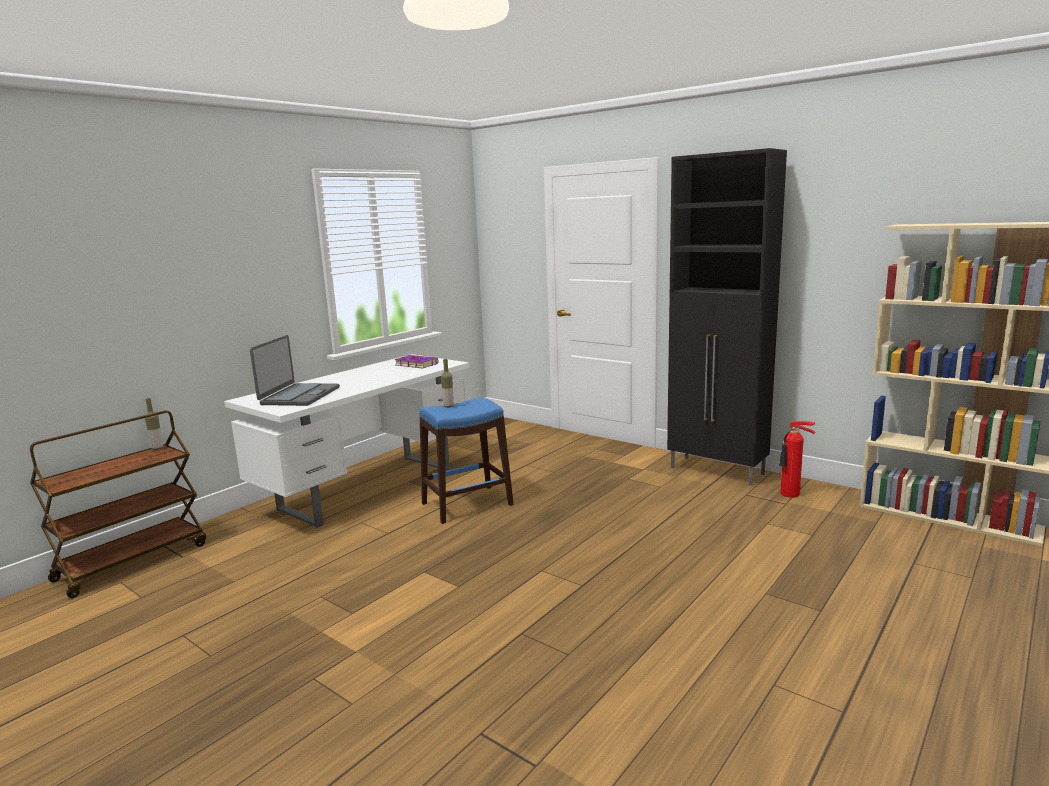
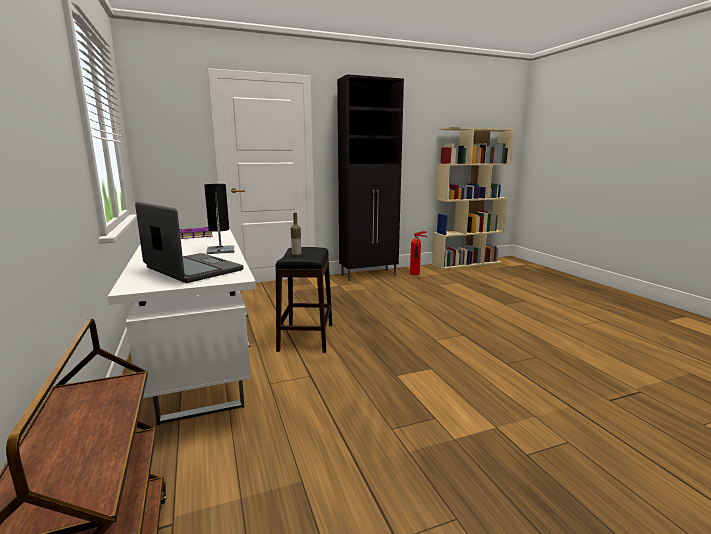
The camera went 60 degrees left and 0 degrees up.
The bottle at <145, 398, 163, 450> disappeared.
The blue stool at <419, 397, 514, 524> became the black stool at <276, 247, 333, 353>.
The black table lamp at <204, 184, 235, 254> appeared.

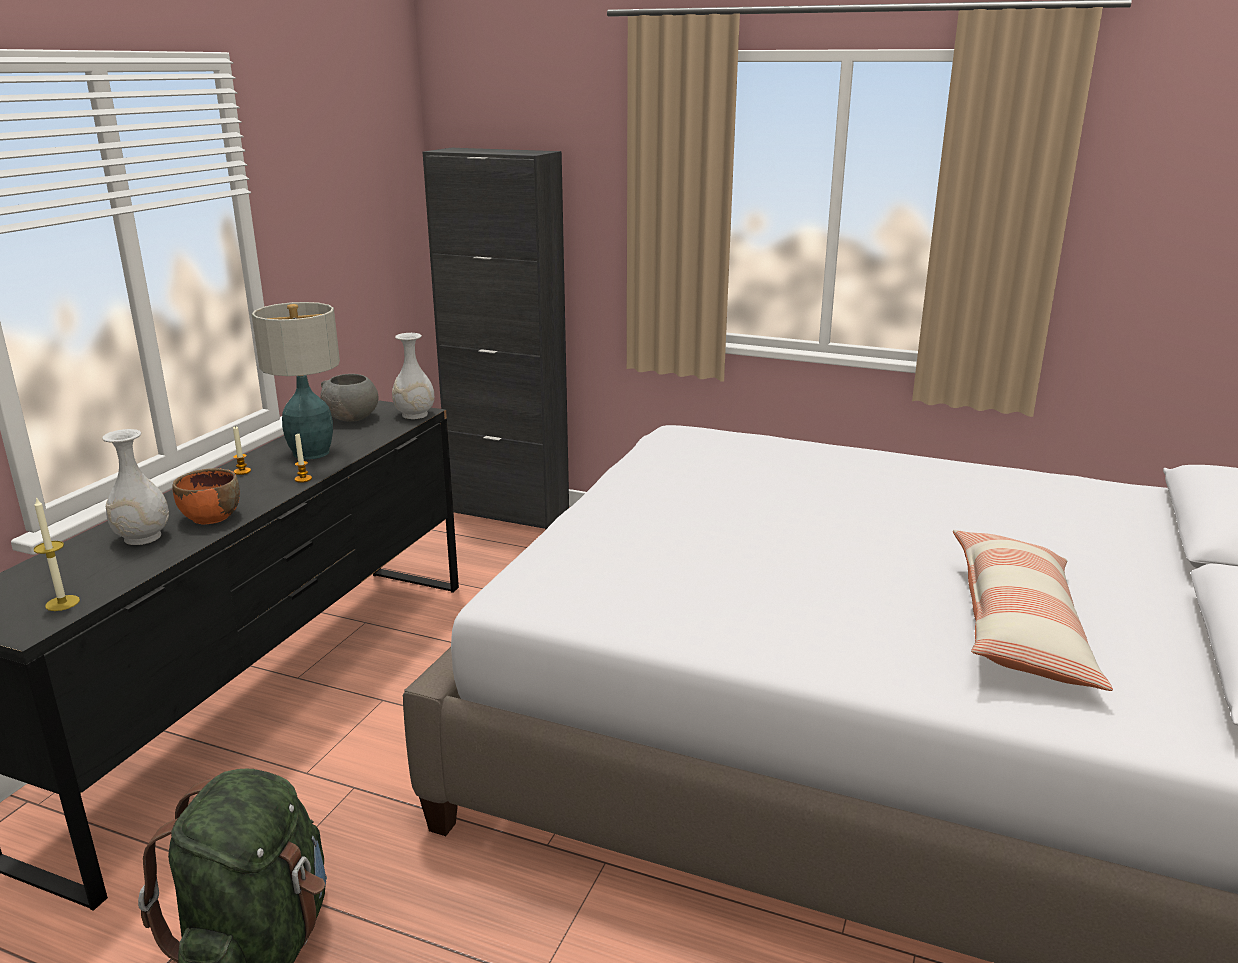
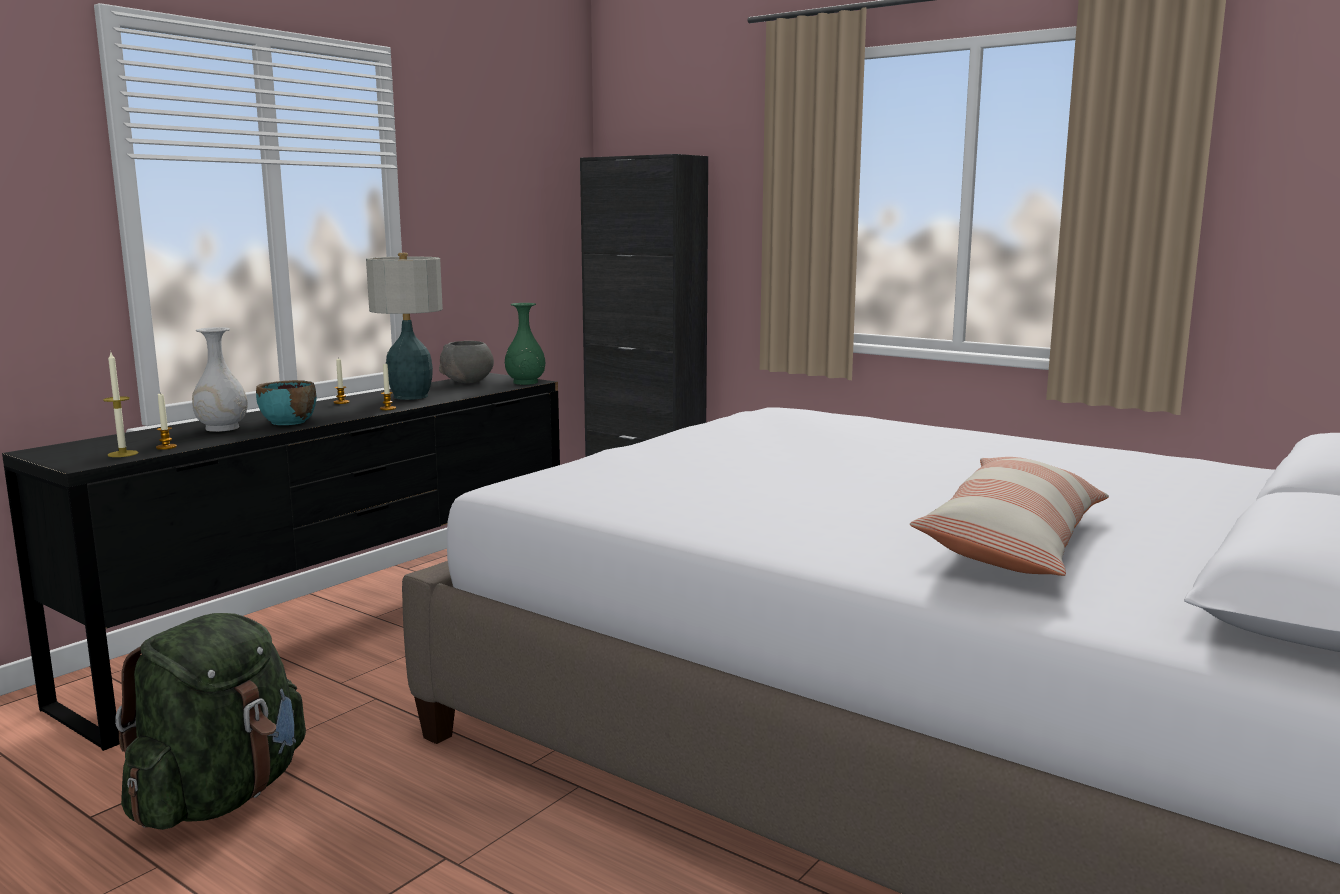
The camera went 15 degrees right and 10 degrees down.
The orange bowl at <172, 468, 240, 524> became the turquoise bowl at <256, 380, 317, 425>.
The white vase at <392, 333, 434, 419> became the green vase at <505, 303, 545, 385>.
The candle at <156, 392, 177, 450> appeared.

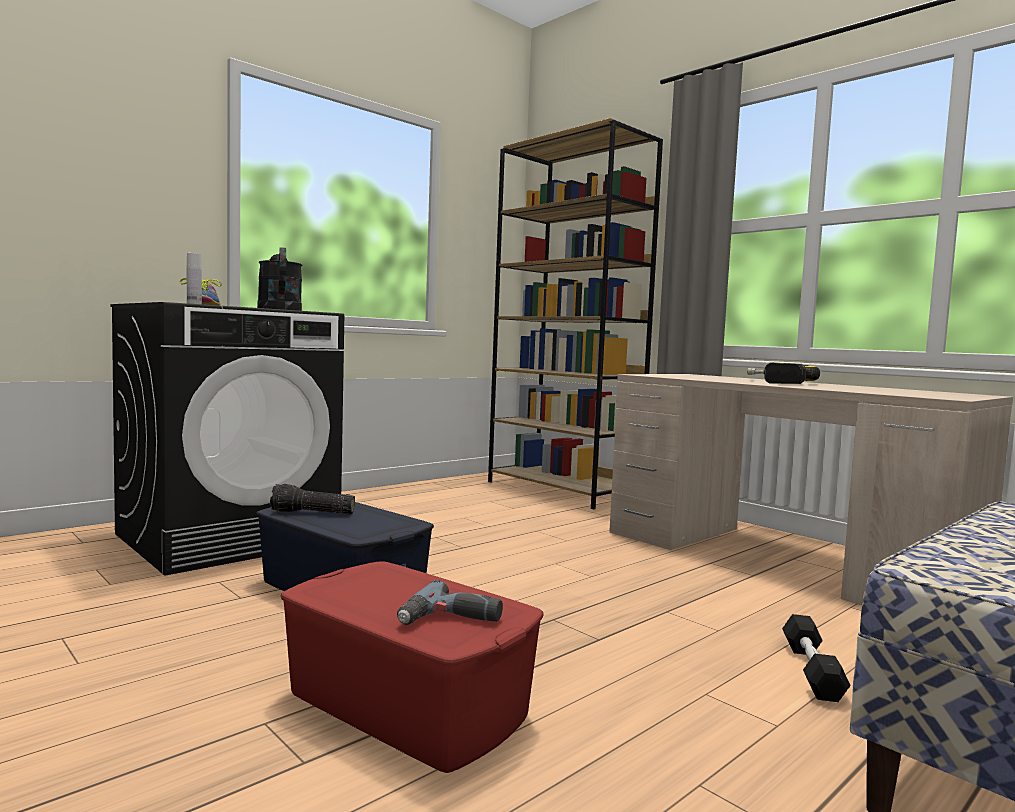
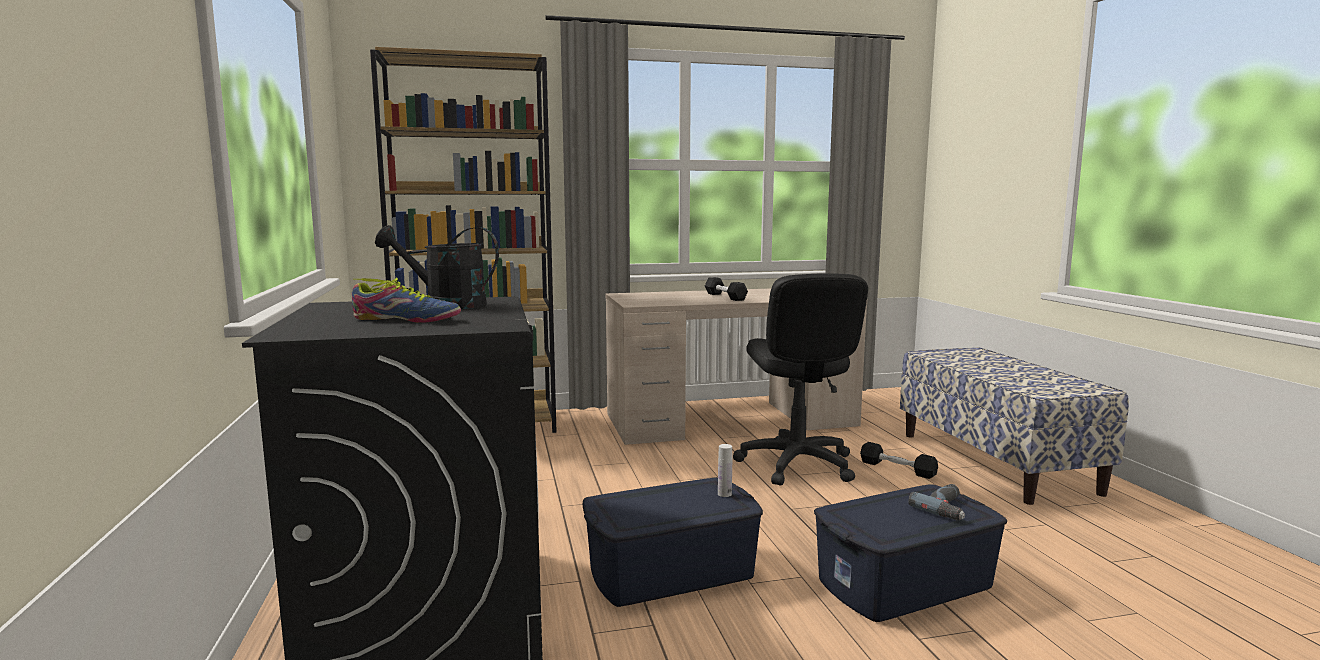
The camera went 60 degrees left and 5 degrees up.
The white bottle moved from <187, 253, 202, 304> to <718, 444, 732, 497>.
The flashlight at <270, 484, 355, 515> disappeared.
The red storage box at <281, 561, 544, 773> became the blue storage box at <814, 484, 1007, 622>.
The power drill at <747, 362, 820, 384> was replaced by the black dumbbell at <705, 277, 748, 301>.
The black office chair at <733, 273, 868, 486> appeared.

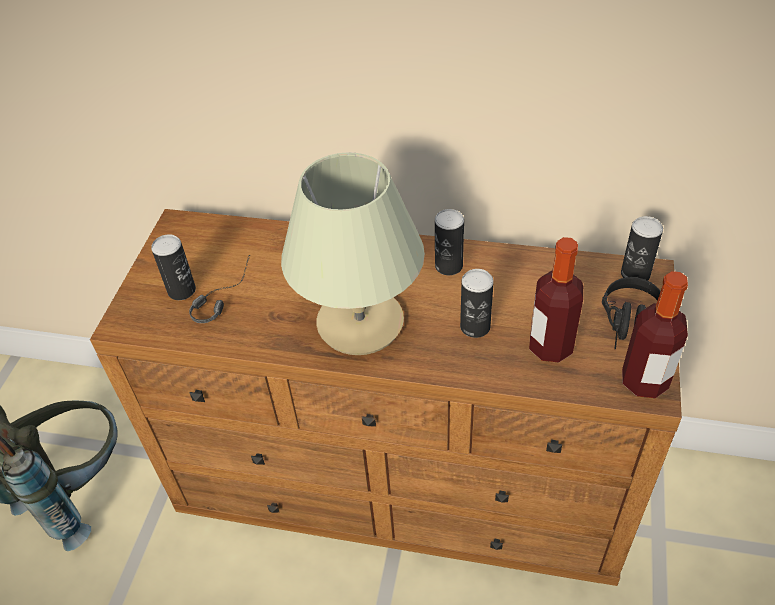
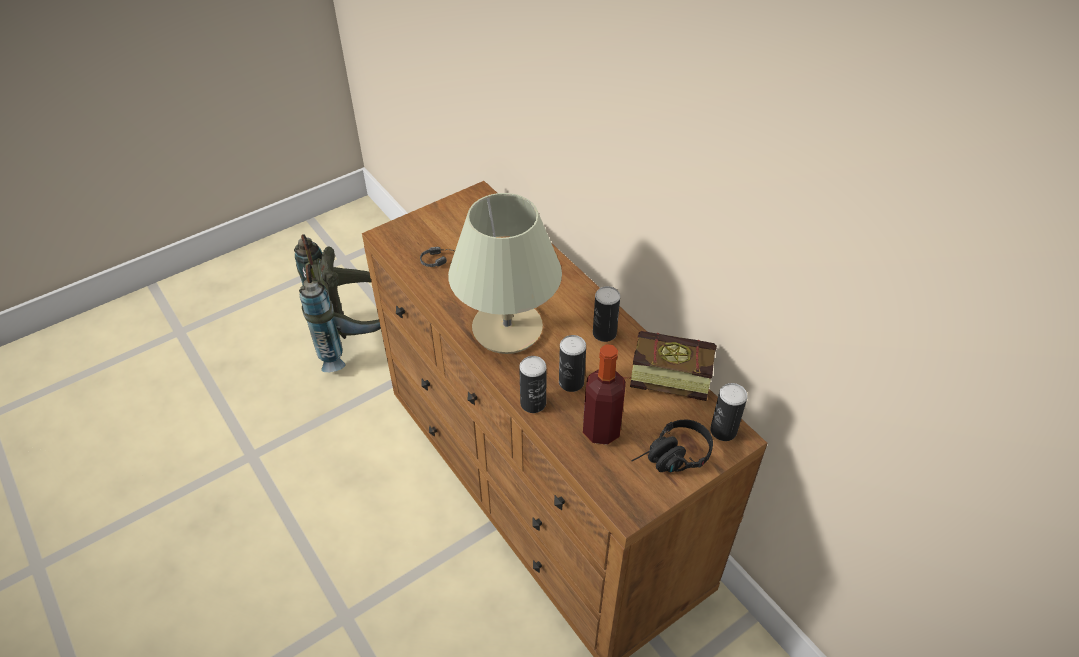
The camera went 40 degrees right and 0 degrees up.
The can moved from <151, 234, 196, 300> to <519, 356, 547, 413>.
The bottle at <622, 271, 688, 398> disappeared.
The book at <623, 331, 717, 401> appeared.

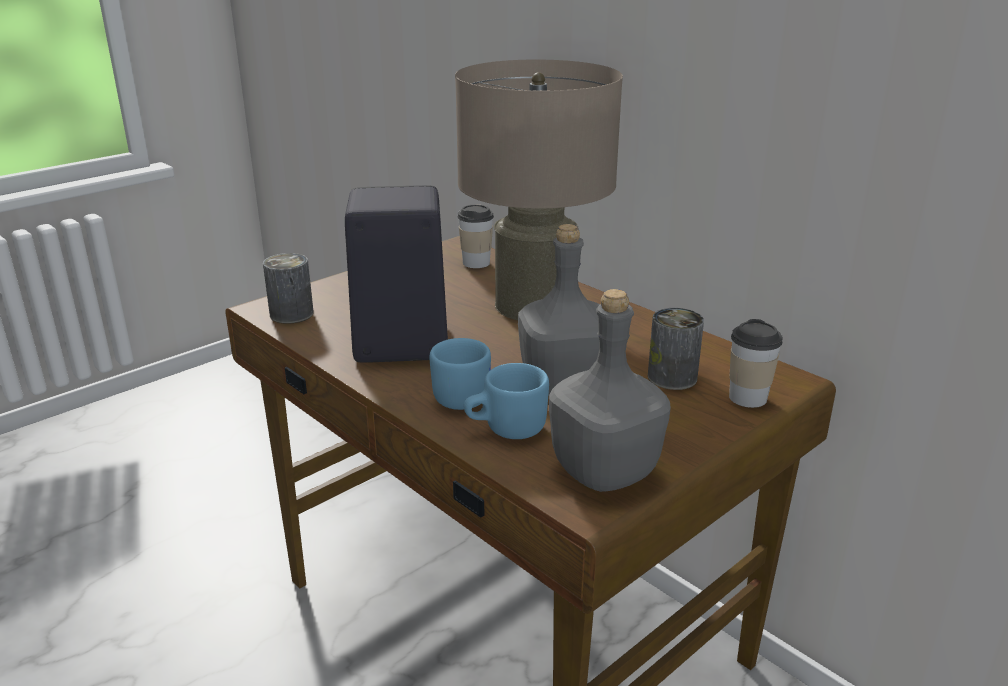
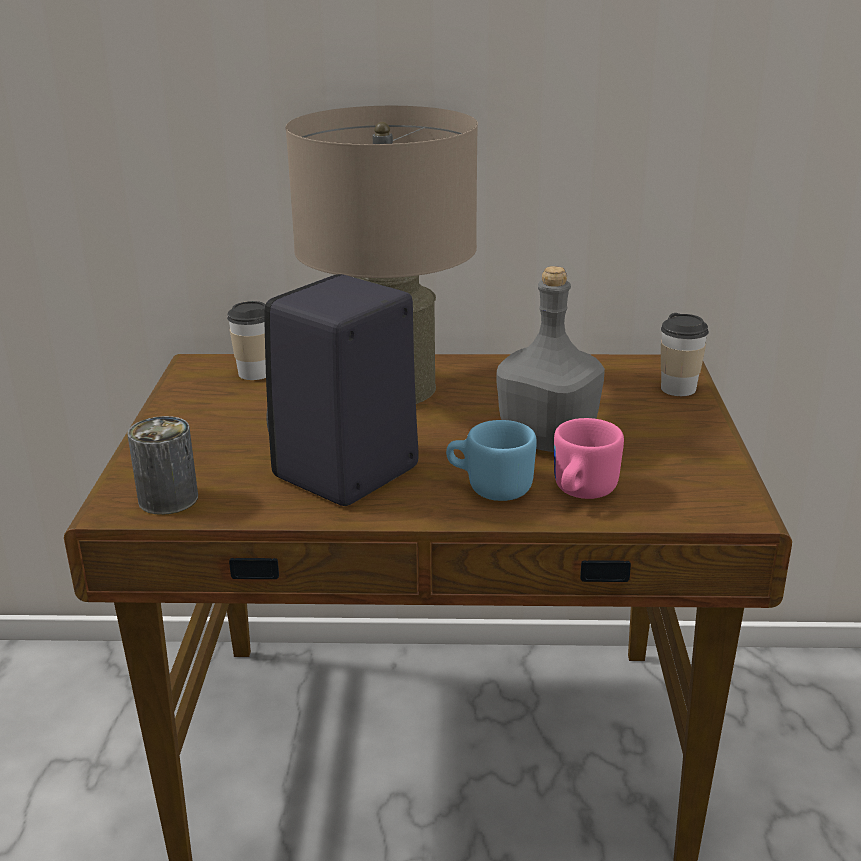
The camera went 45 degrees left and 0 degrees up.
The blue mug at <464, 363, 549, 439> became the pink mug at <554, 418, 624, 499>.
The grey bottle at <549, 289, 671, 492> disappeared.
The can at <648, 308, 704, 390> disappeared.

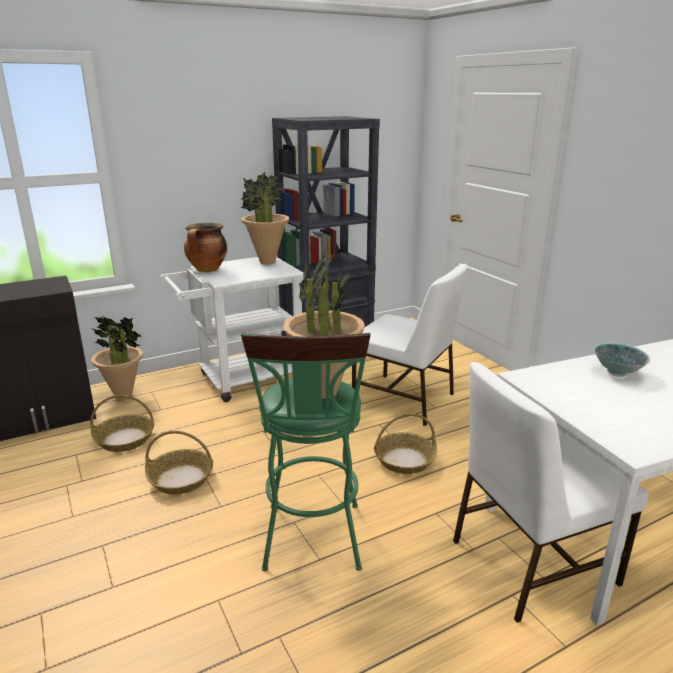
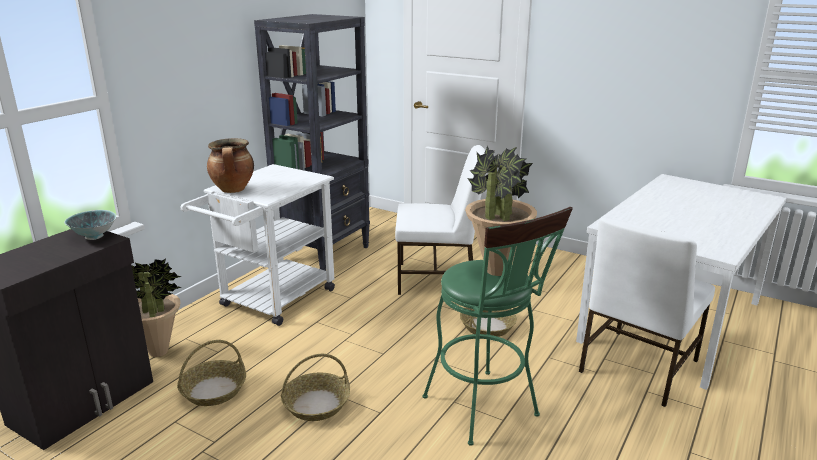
The camera went 30 degrees left and 0 degrees up.
The potted plant at <241, 172, 289, 264> disappeared.
The bowl moved from <593, 343, 650, 377> to <64, 210, 116, 240>.

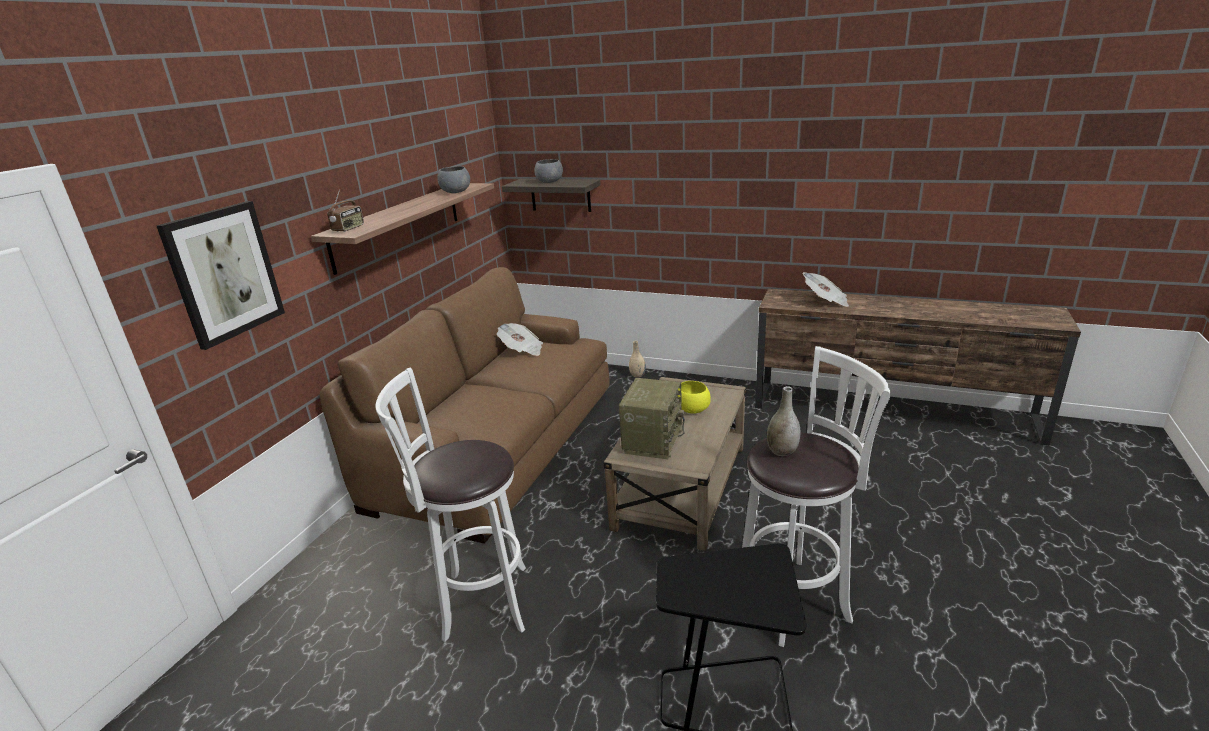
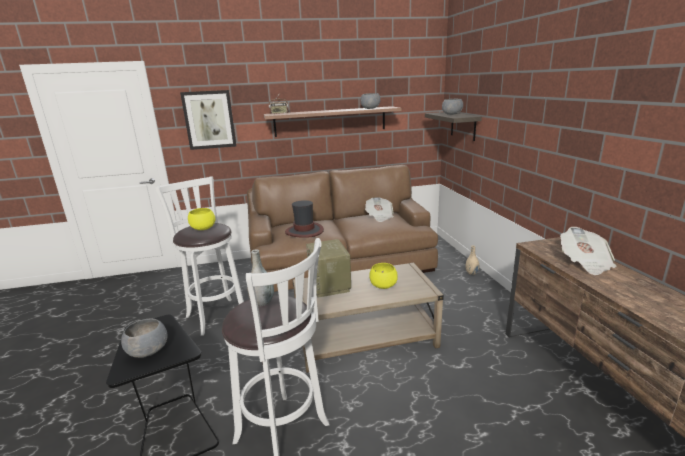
The camera went 55 degrees right and 5 degrees down.
The radio at <619, 378, 685, 459> turned 90 degrees clockwise.
The grey bowl at <121, 319, 168, 358> appeared.
The yellow bowl at <188, 208, 216, 230> appeared.
The hat at <285, 200, 324, 238> appeared.

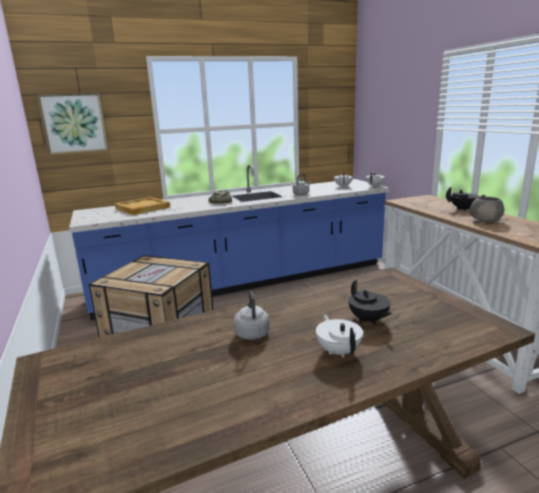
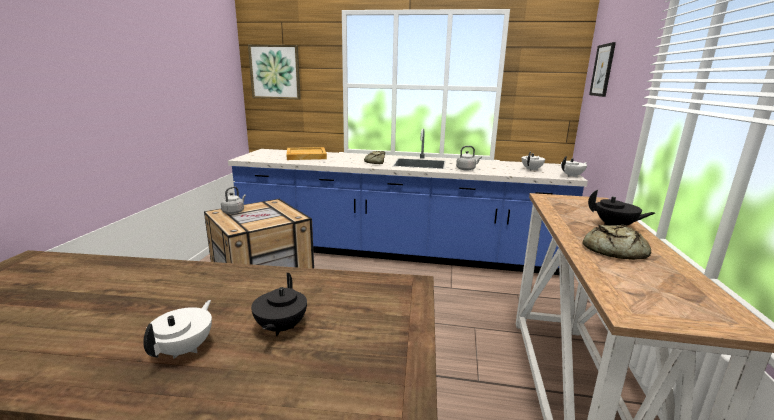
The camera went 30 degrees right and 0 degrees up.
The grey kettle moved from <233, 291, 270, 340> to <221, 186, 246, 214>.
The grey bowl at <470, 197, 504, 222> was replaced by the bread at <583, 225, 651, 260>.
The picture at <589, 42, 616, 97> appeared.

